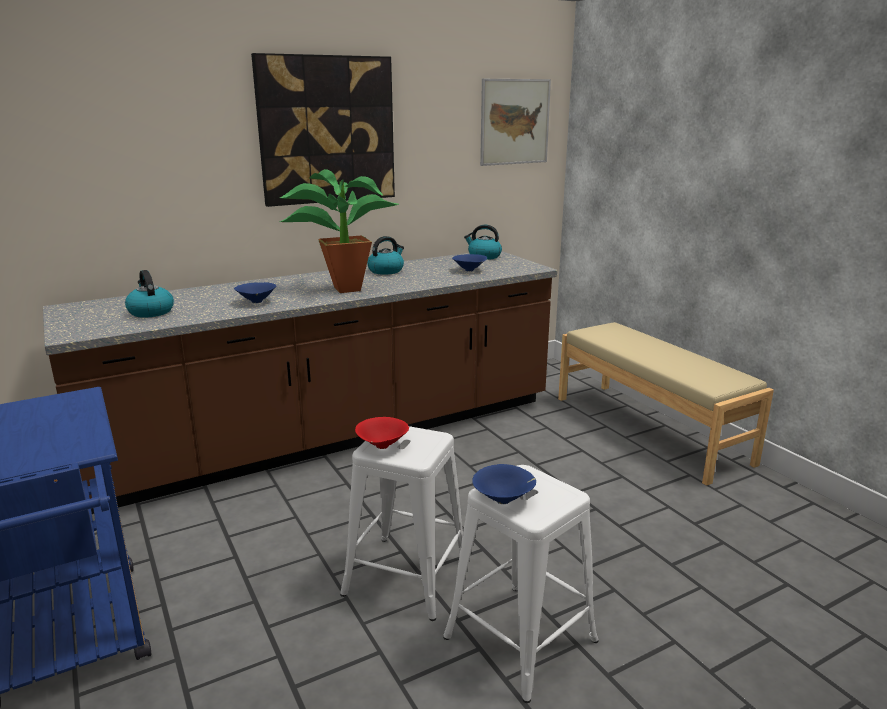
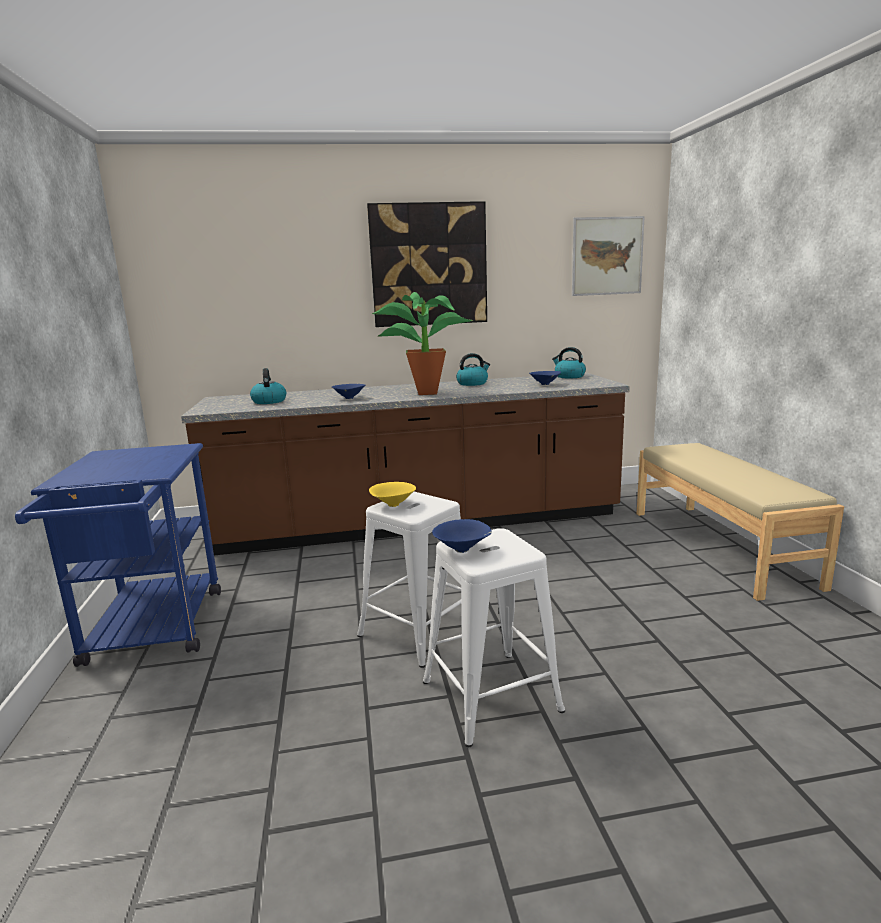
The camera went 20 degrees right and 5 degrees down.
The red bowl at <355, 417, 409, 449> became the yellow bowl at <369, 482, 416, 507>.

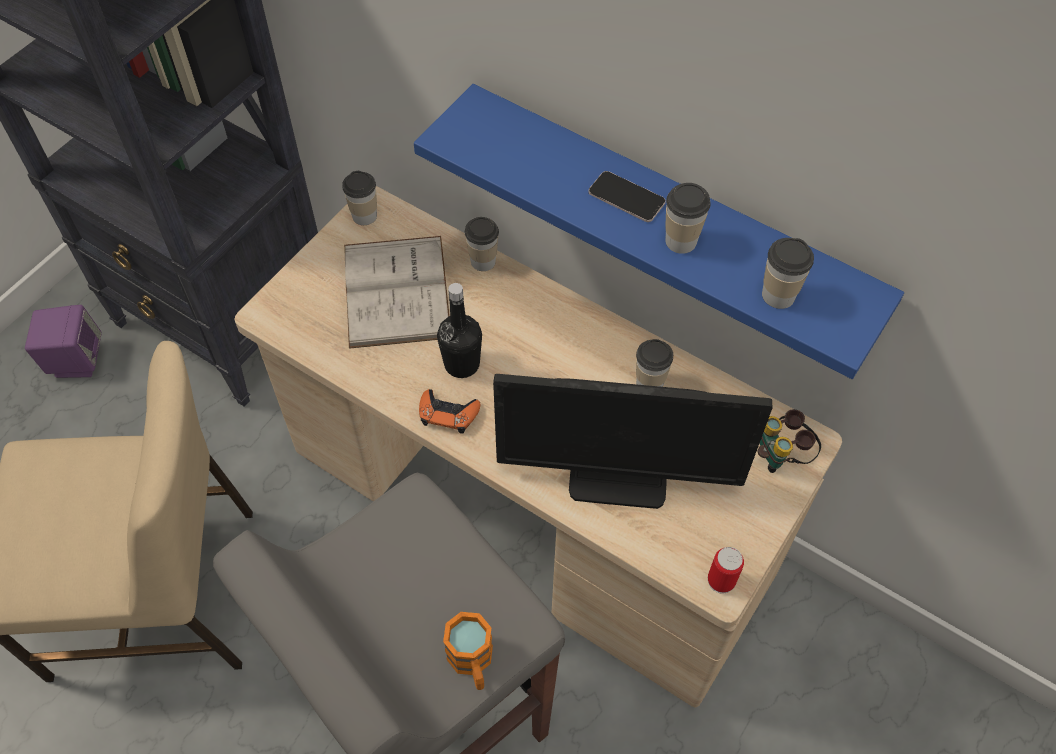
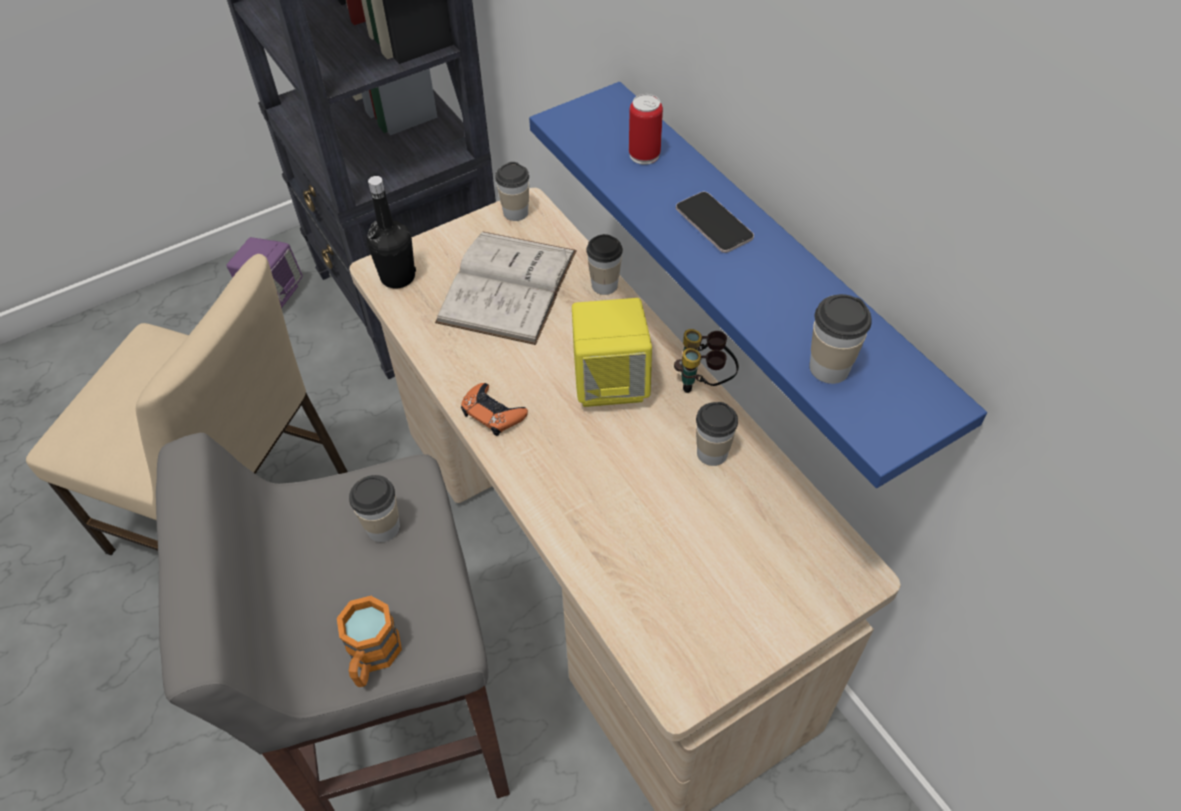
The camera went 25 degrees right and 5 degrees down.
The black bottle moved from <437, 283, 482, 378> to <367, 176, 416, 289>.
The monitor at <493, 374, 772, 509> disappeared.
The cup moved from <665, 183, 711, 254> to <349, 475, 400, 542>.
The can moved from <708, 547, 744, 593> to <629, 94, 663, 165>.
The binoculars moved from <758, 409, 821, 473> to <674, 329, 739, 393>.
The yellow speaker at <572, 298, 652, 407> appeared.

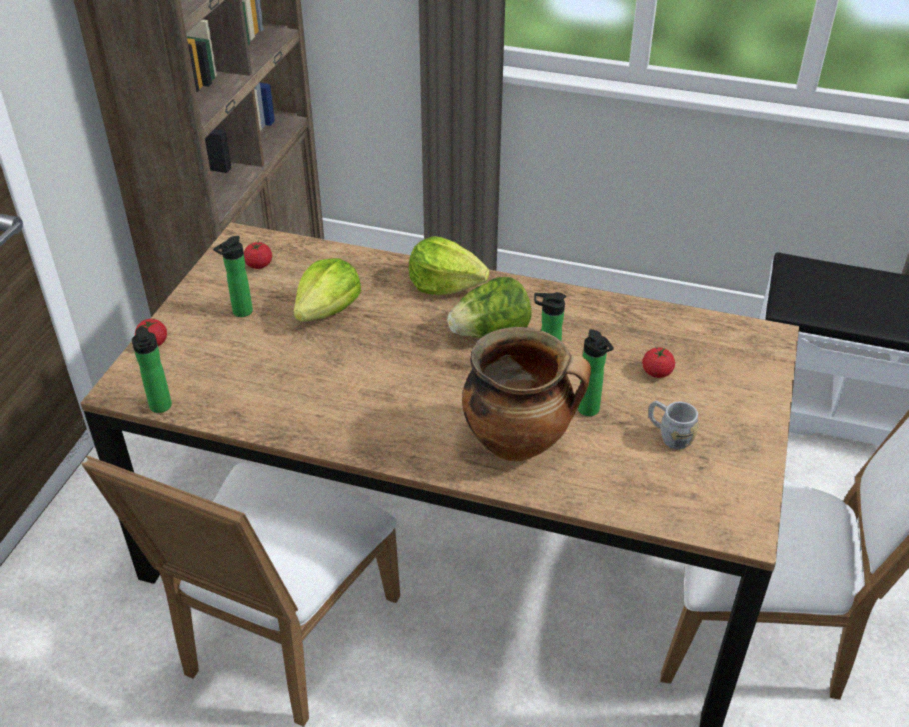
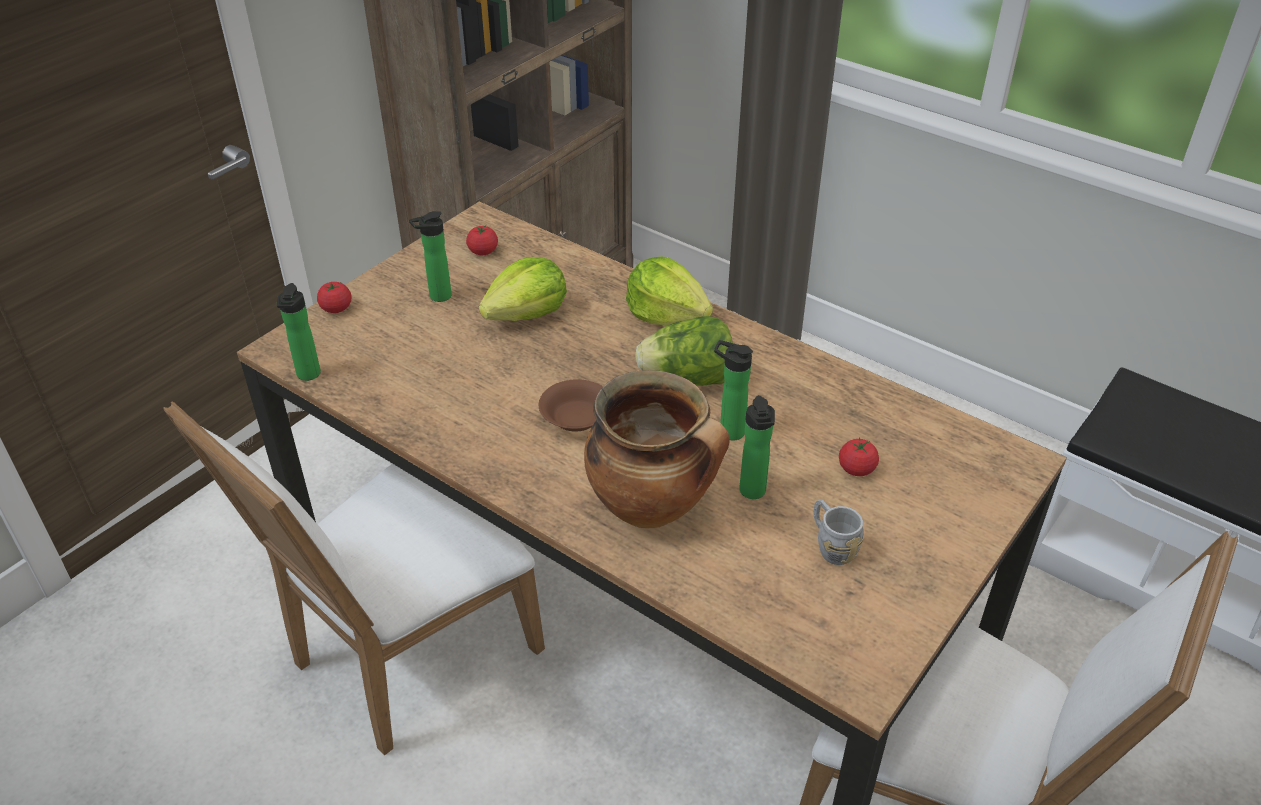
The camera went 20 degrees right and 0 degrees up.
The brown bowl at <539, 379, 603, 432> appeared.

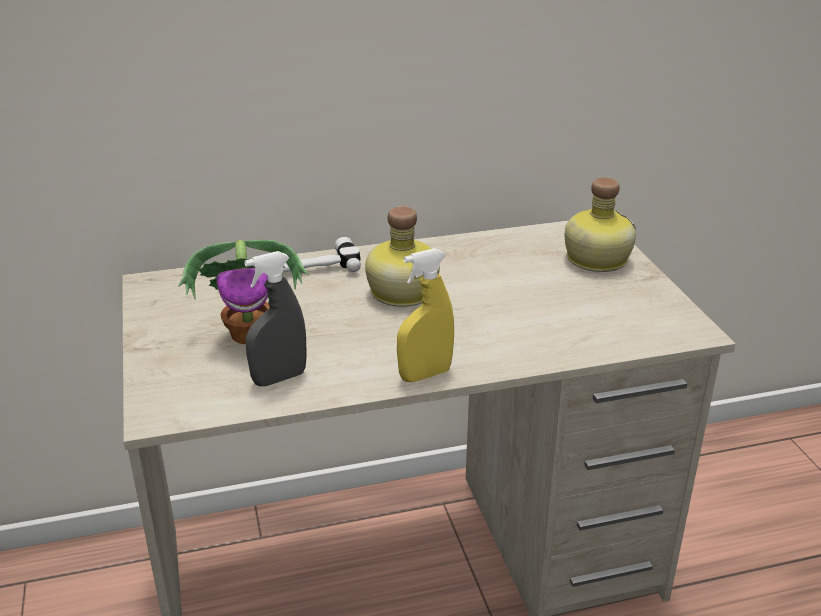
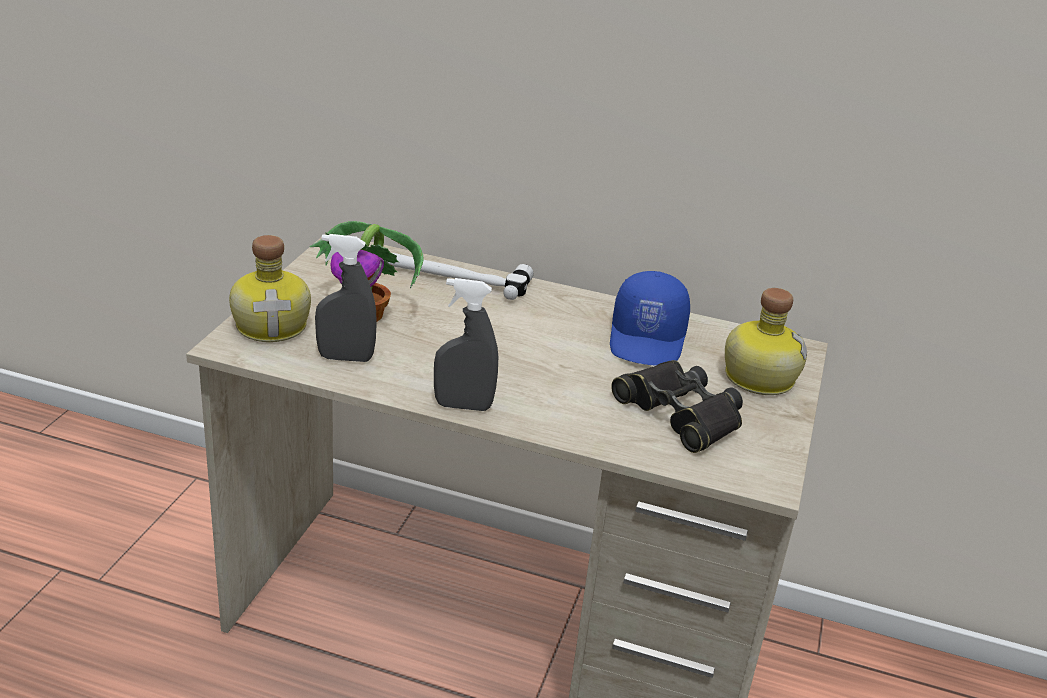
The camera went 30 degrees right and 0 degrees up.
The bottle moved from <365, 206, 440, 307> to <229, 235, 311, 342>.
The yellow spray bottle at <397, 248, 454, 382> became the grey spray bottle at <434, 278, 498, 411>.
The blue cap at <610, 271, 690, 366> appeared.
The black binoculars at <611, 360, 743, 453> appeared.

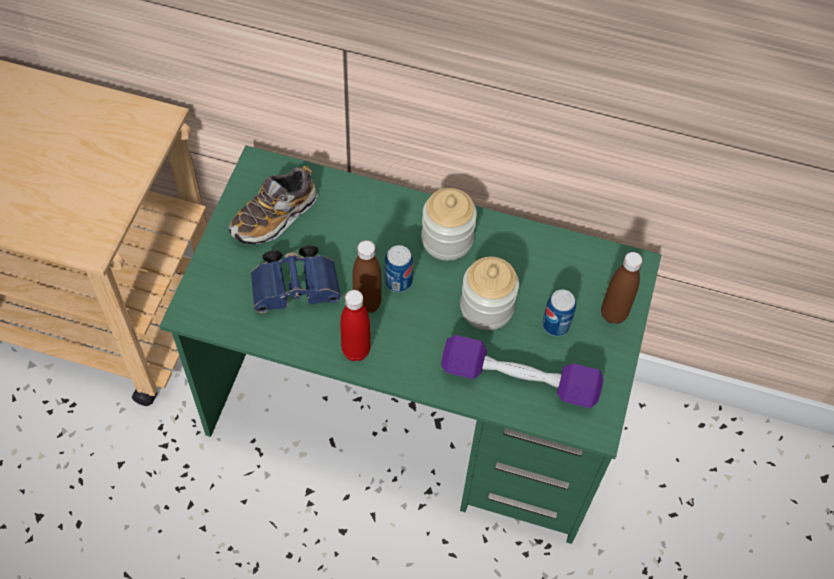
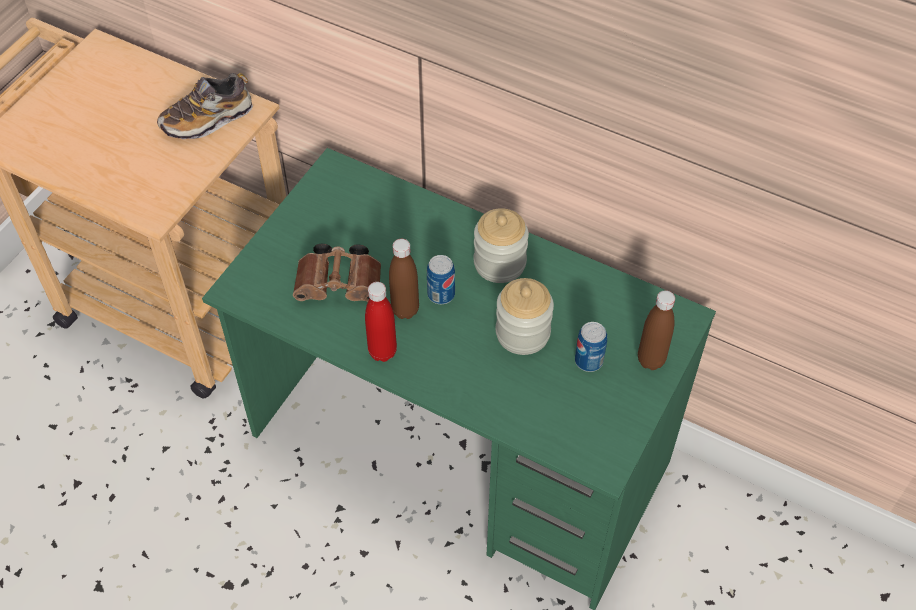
The camera went 15 degrees right and 5 degrees down.
The shoe moved from <229, 166, 318, 244> to <157, 73, 253, 139>.
The blue binoculars at <251, 245, 341, 313> became the brown binoculars at <293, 244, 381, 302>.
The purple dumbbell at <441, 335, 604, 408> disappeared.

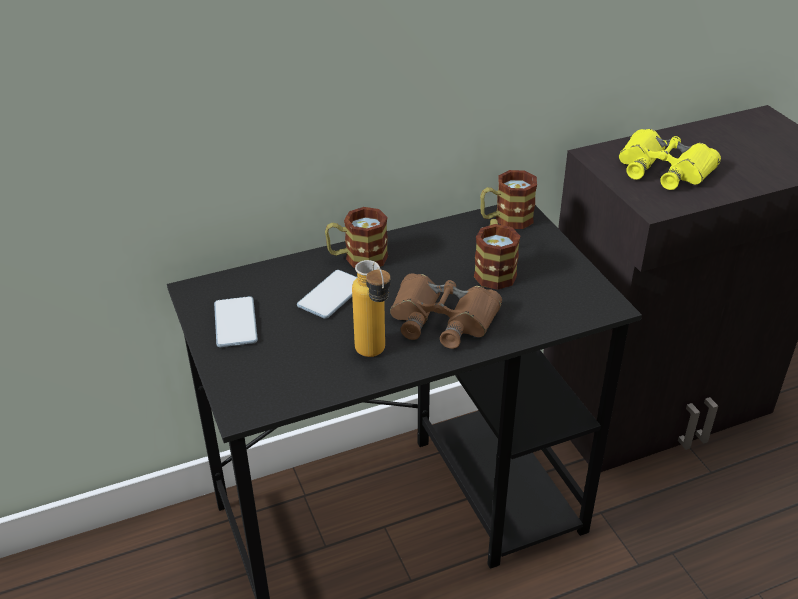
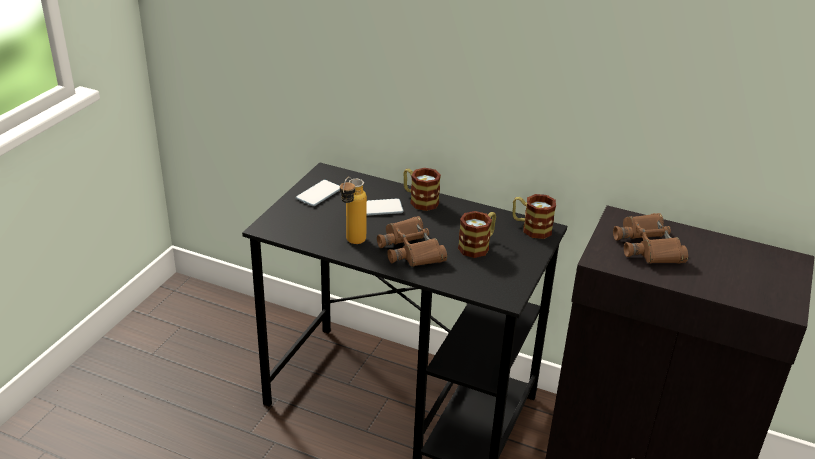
The camera went 45 degrees right and 5 degrees down.
The yellow binoculars at <619, 129, 721, 190> became the brown binoculars at <613, 213, 688, 263>.

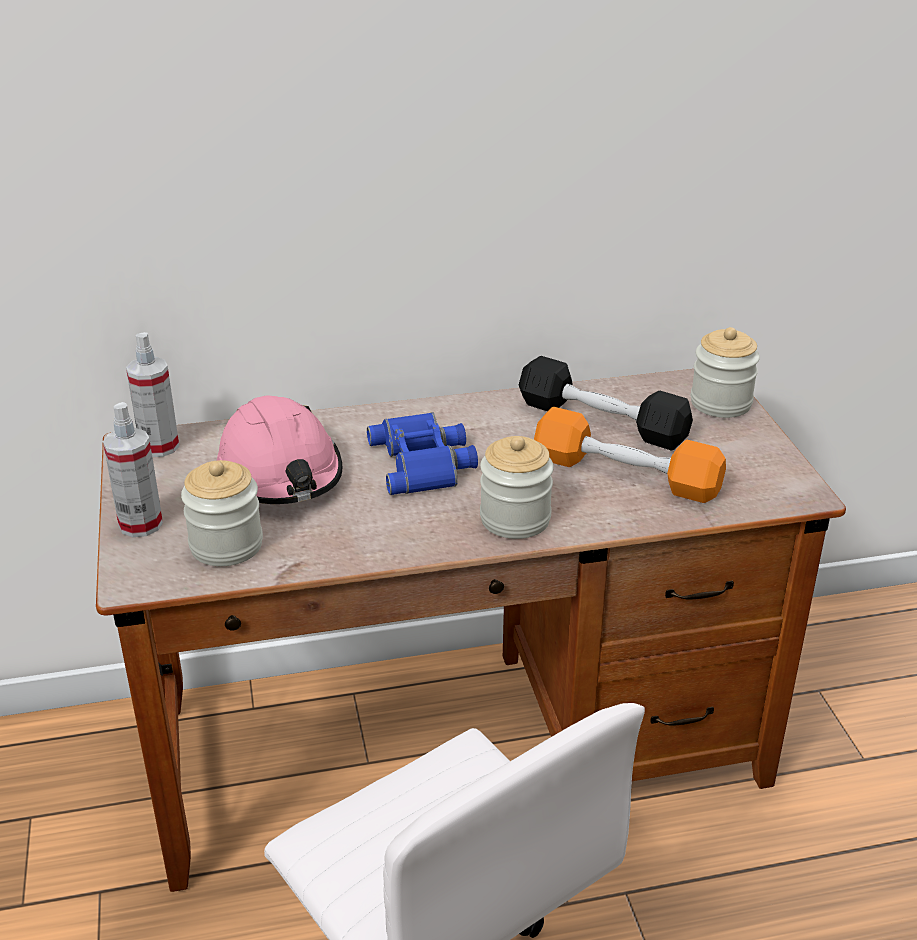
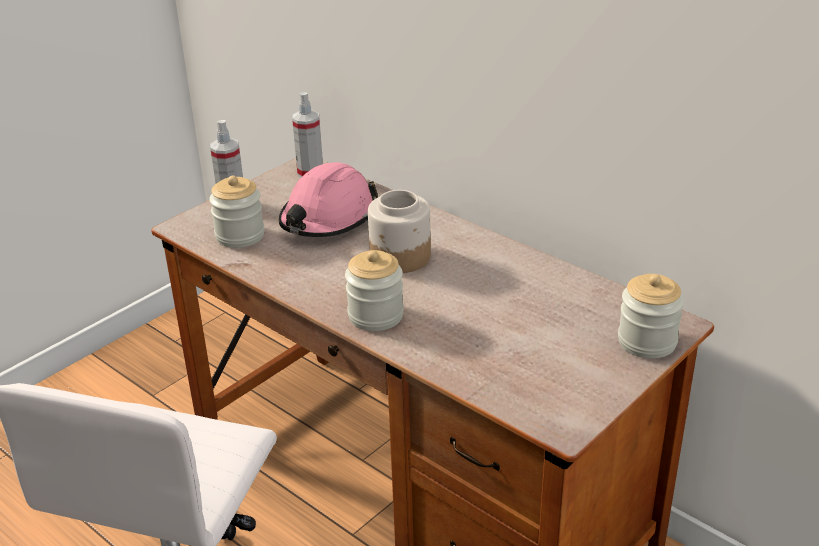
The camera went 55 degrees right and 0 degrees up.
The blue binoculars at <367, 412, 478, 495> was replaced by the jar at <368, 190, 431, 273>.
The black dumbbell at <519, 356, 693, 451> disappeared.
The orange dumbbell at <534, 407, 726, 503> disappeared.

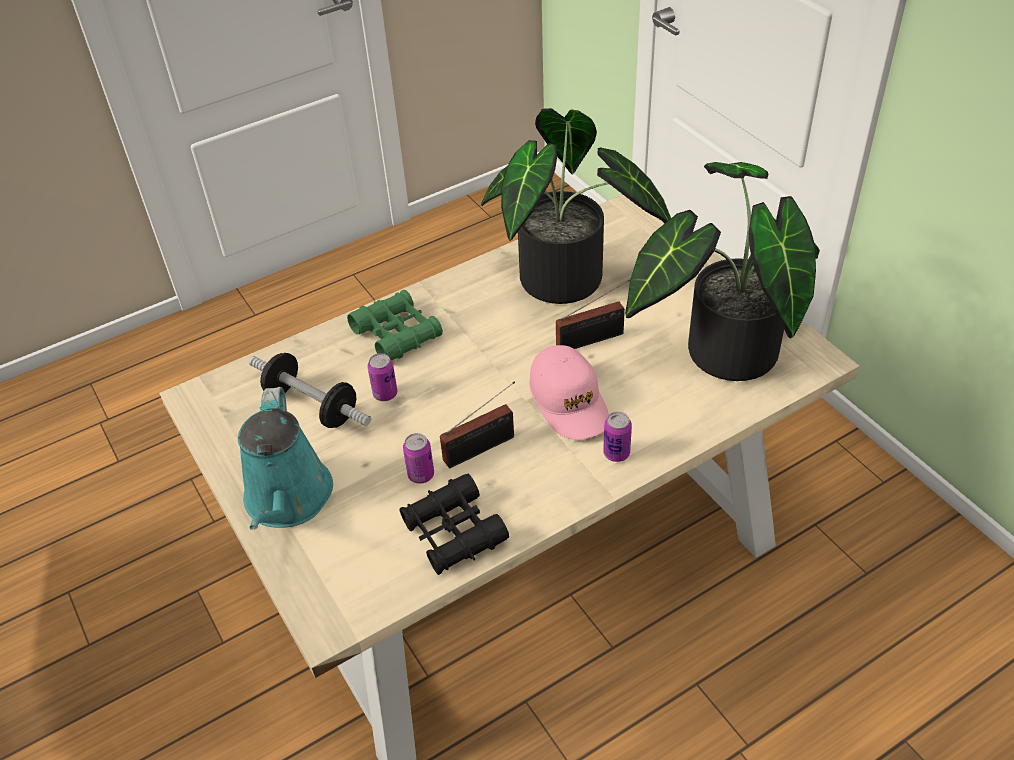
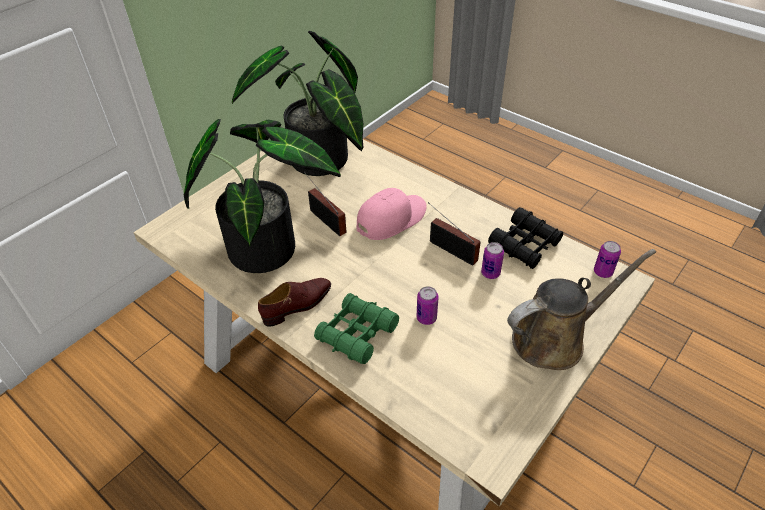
The camera went 110 degrees left and 0 degrees up.
The turquoise watering can at <238, 387, 333, 530> became the brown watering can at <507, 249, 656, 370>.
The dumbbell at <249, 353, 371, 428> disappeared.
The can moved from <603, 412, 632, 462> to <594, 241, 621, 278>.
The brown shoe at <258, 278, 331, 327> appeared.

